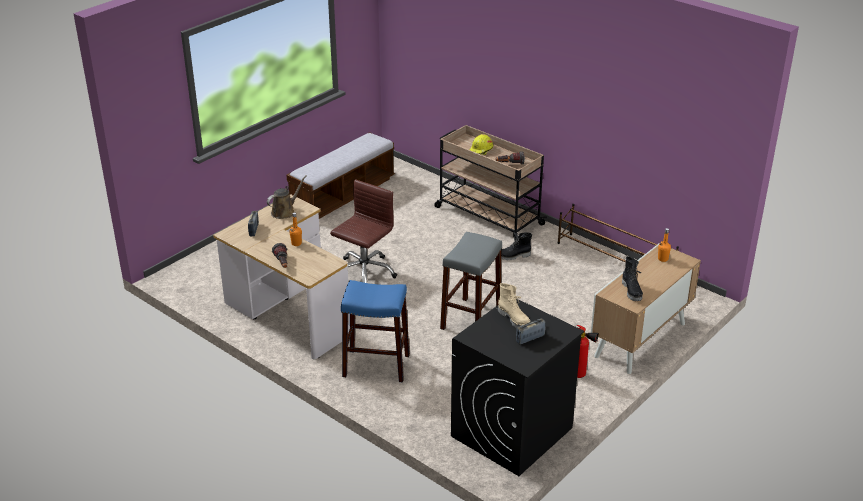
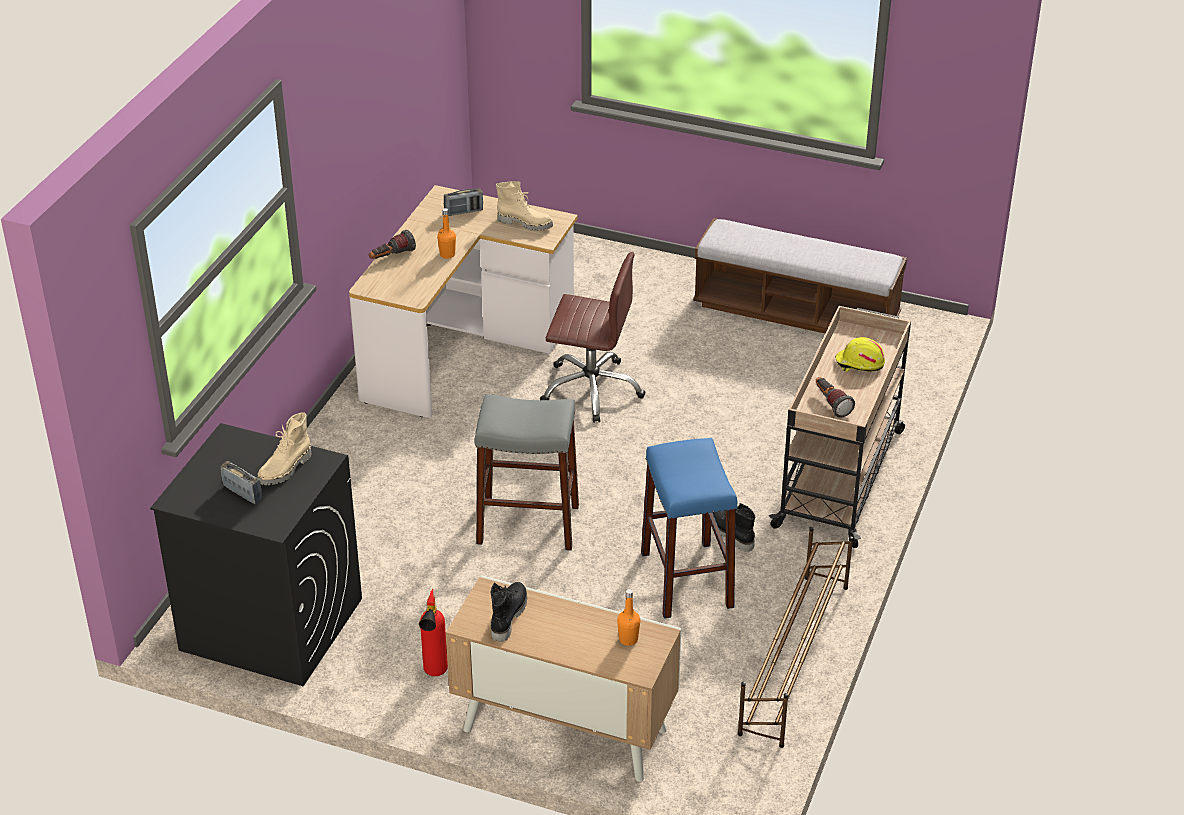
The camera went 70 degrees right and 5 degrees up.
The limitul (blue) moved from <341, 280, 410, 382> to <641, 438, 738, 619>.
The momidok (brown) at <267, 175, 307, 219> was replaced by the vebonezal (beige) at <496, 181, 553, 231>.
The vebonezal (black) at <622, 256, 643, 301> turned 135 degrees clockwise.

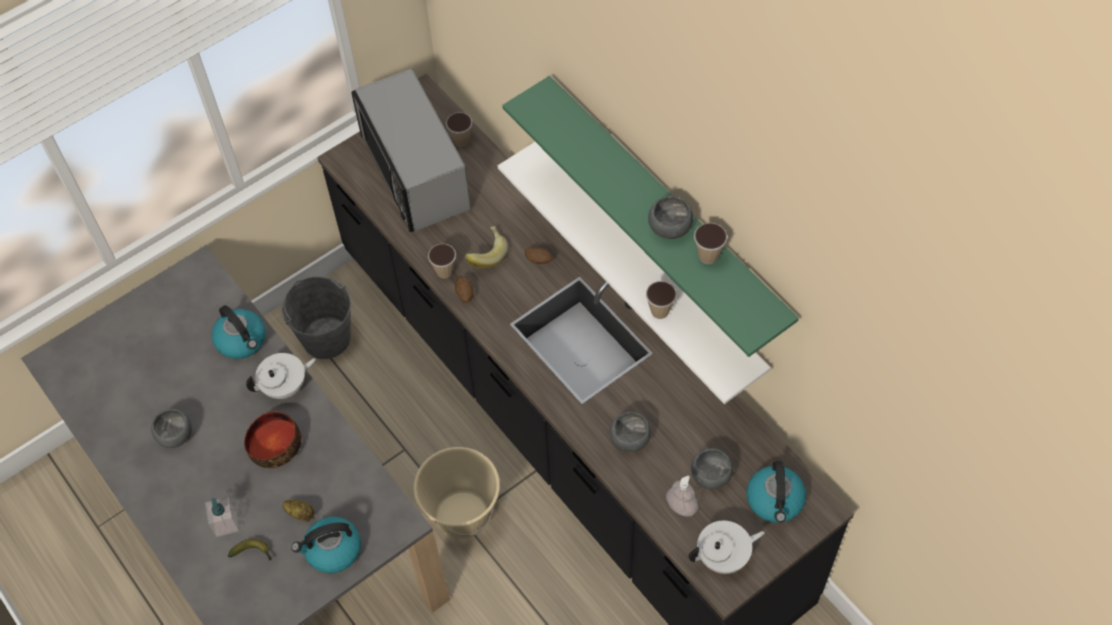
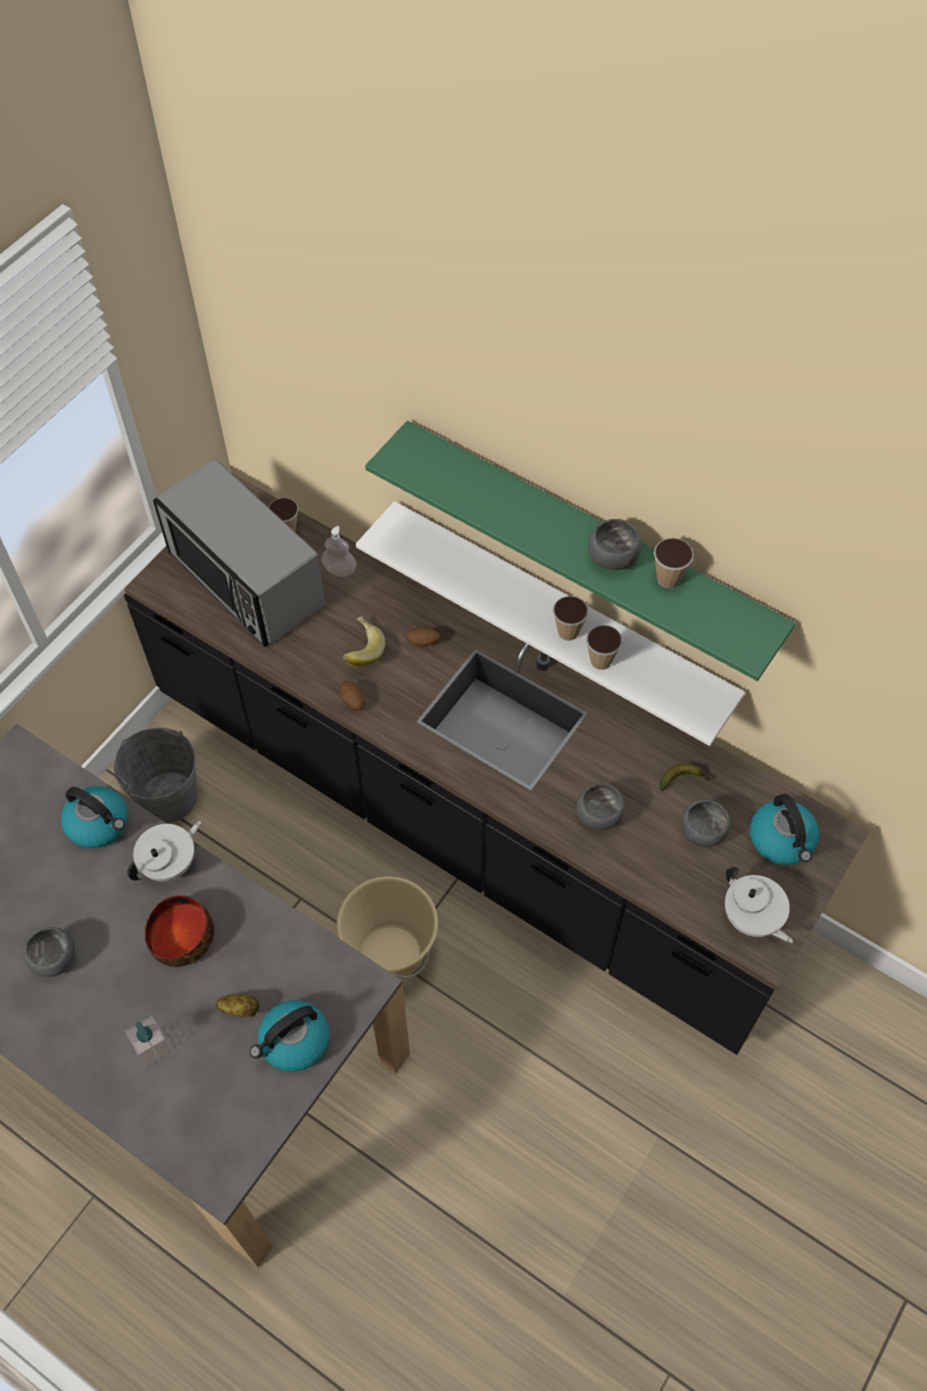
The camera went 20 degrees left and 0 degrees up.
The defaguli moved from <228, 539, 272, 560> to <660, 763, 710, 791>.
The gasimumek moved from <428, 243, 456, 279> to <553, 596, 589, 641>.
The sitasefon moved from <666, 476, 698, 517> to <321, 526, 357, 577>.
The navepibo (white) at <689, 521, 765, 574> turned 90 degrees clockwise.

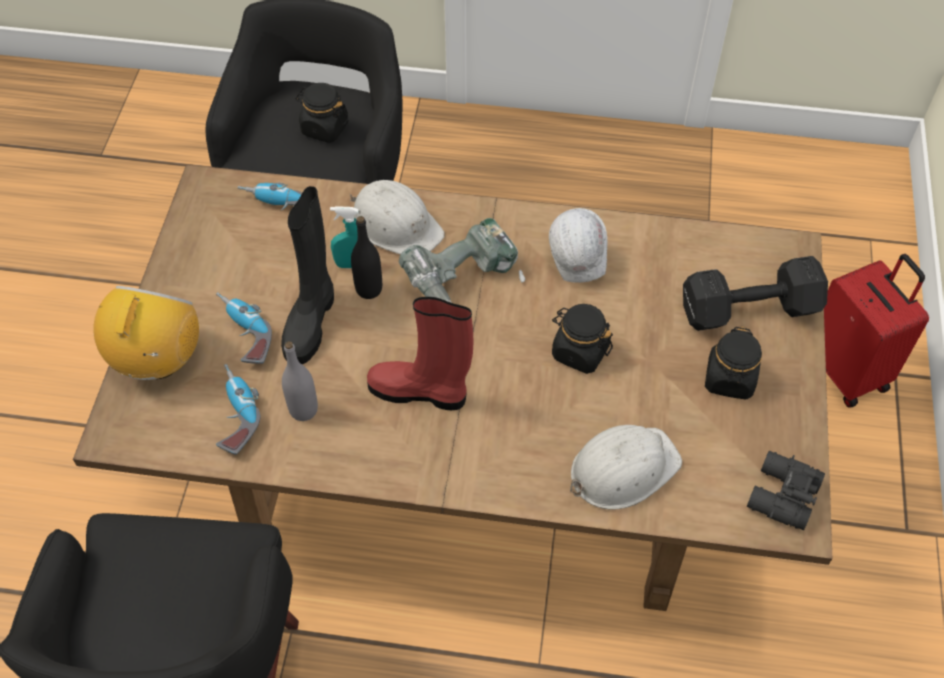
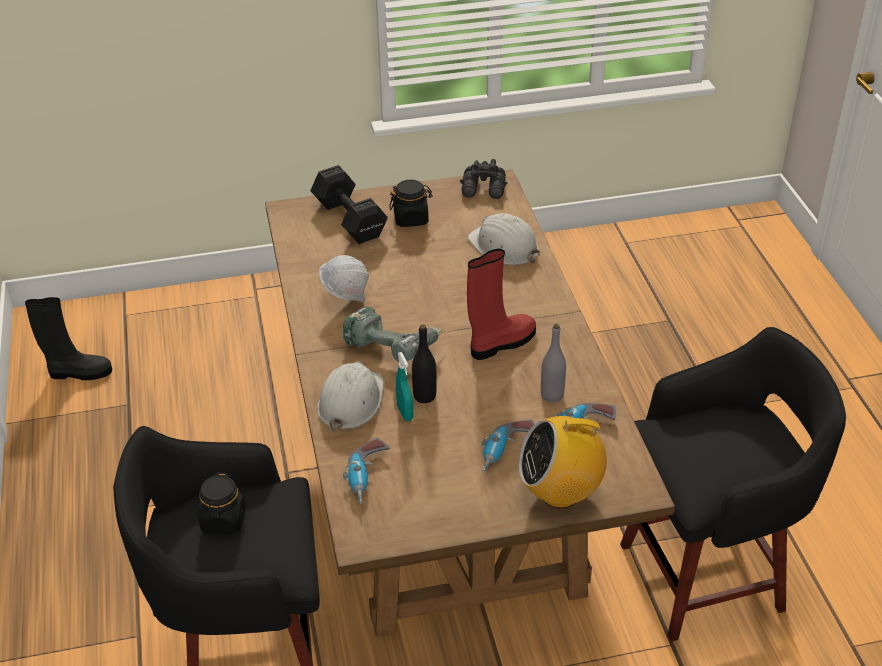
The camera went 110 degrees left and 15 degrees down.
The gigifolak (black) at <552, 304, 613, 374> disappeared.
The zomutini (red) at <824, 254, 929, 407> disappeared.
The vebonezal (black) moved from <281, 186, 334, 364> to <25, 297, 112, 380>.
The vebonezal (red) at <367, 297, 474, 410> turned 120 degrees counterclockwise.

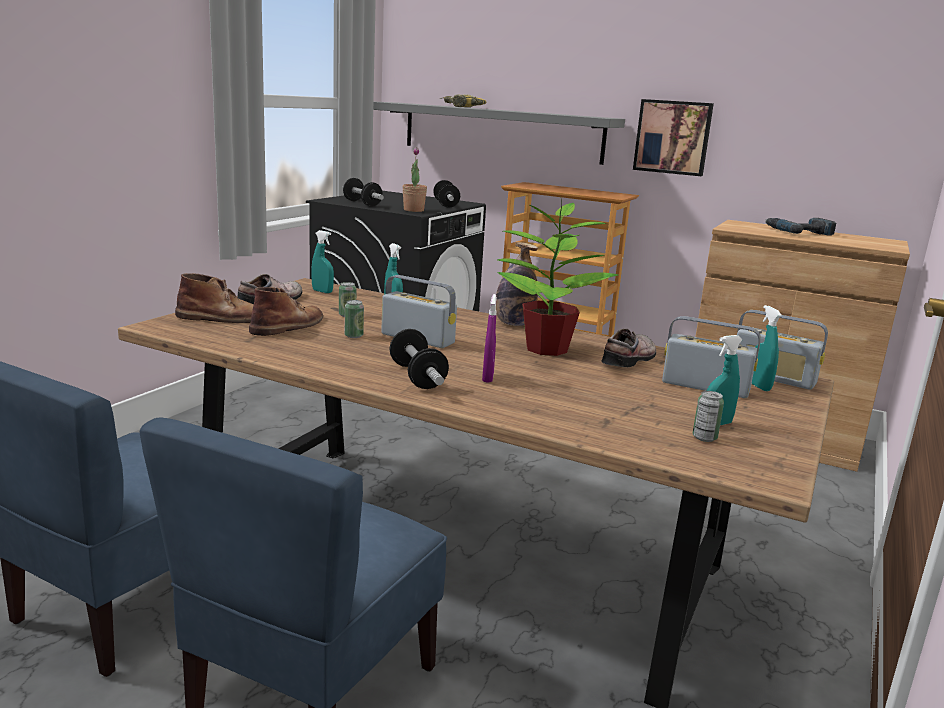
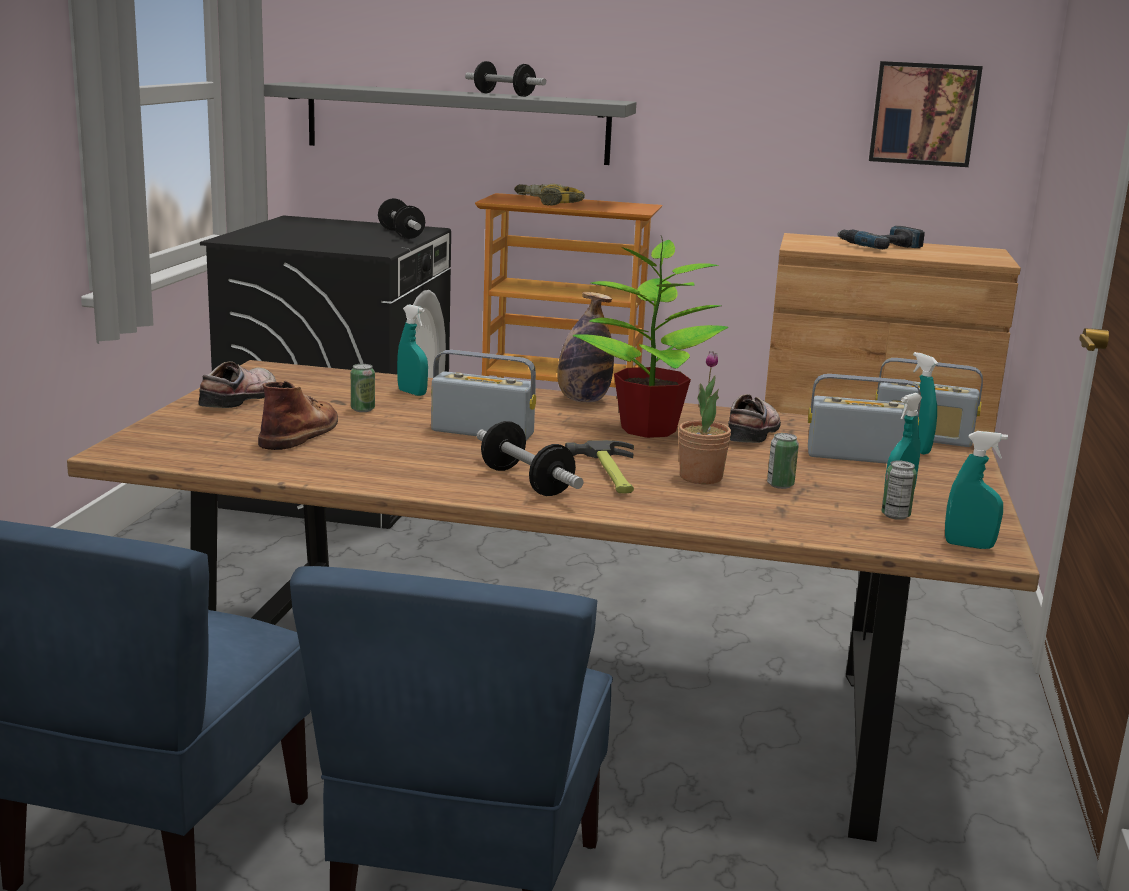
The camera went 15 degrees left and 0 degrees up.
The vebonezal (brown) at <175, 273, 254, 323> disappeared.
The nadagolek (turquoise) moved from <311, 230, 334, 293> to <945, 431, 1008, 549>.
The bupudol moved from <343, 178, 384, 207> to <465, 61, 546, 97>.
The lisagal moved from <345, 300, 364, 338> to <767, 433, 799, 489>.
The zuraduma moved from <403, 147, 427, 212> to <679, 351, 731, 484>.
The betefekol moved from <440, 95, 486, 107> to <514, 184, 585, 206>.
The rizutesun moved from <633, 99, 714, 176> to <869, 61, 983, 167>.
The nadagolek (purple) at <482, 294, 497, 383> was replaced by the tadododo at <565, 440, 634, 494>.

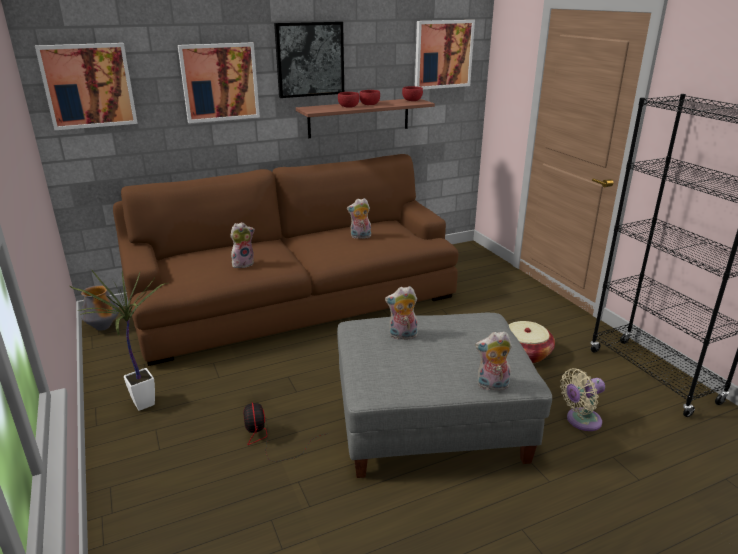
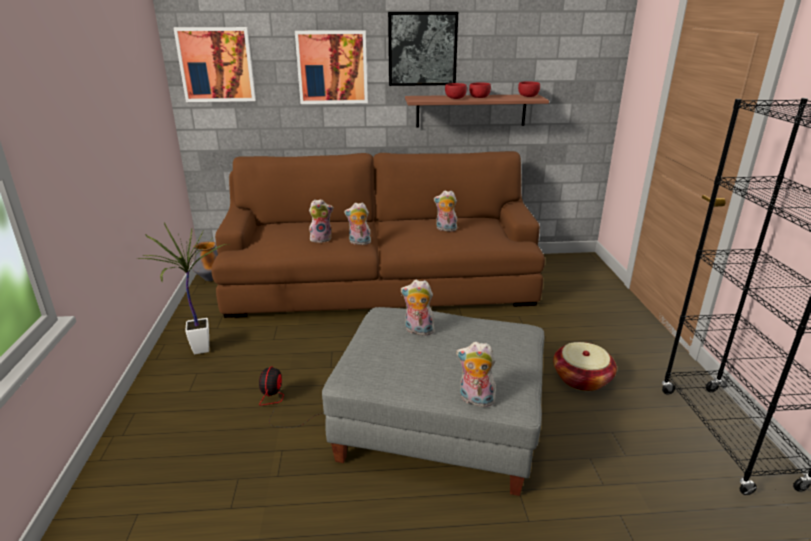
The camera went 20 degrees right and 0 degrees up.
The rizutesun at <415, 20, 475, 89> disappeared.
The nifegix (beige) at <560, 368, 605, 431> disappeared.
The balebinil at <344, 202, 371, 245> appeared.

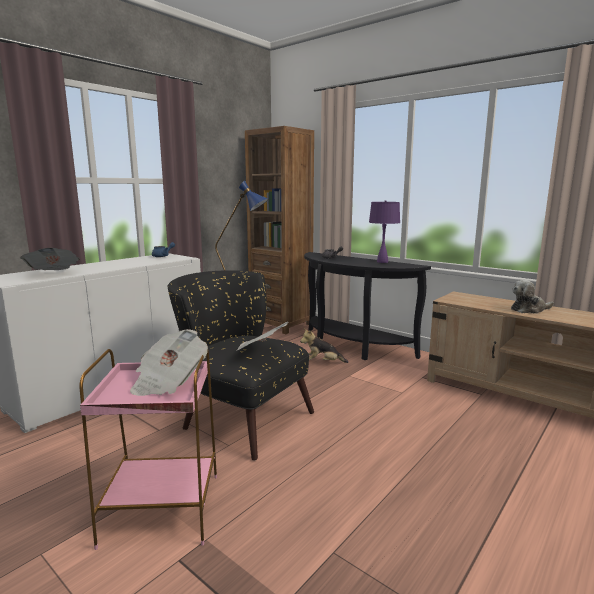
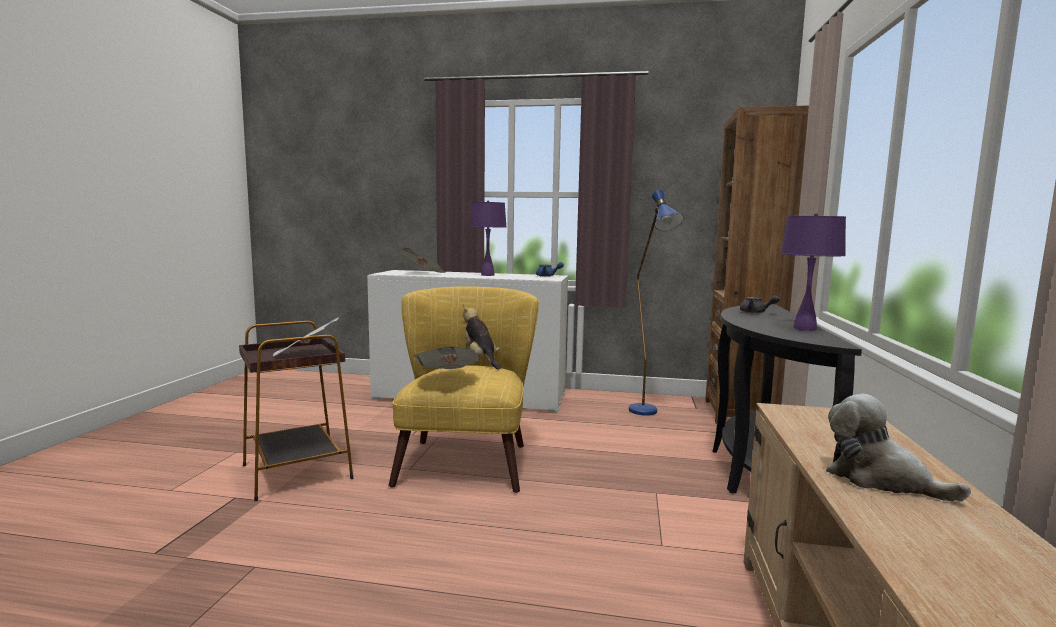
The camera went 60 degrees right and 5 degrees down.
The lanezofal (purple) at <469, 201, 507, 276> appeared.
The balebinil moved from <300, 328, 349, 363> to <463, 304, 500, 370>.
The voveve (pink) at <80, 349, 217, 550> became the voveve (brown) at <239, 321, 353, 501>.
The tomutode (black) at <167, 270, 314, 460> became the tomutode (yellow) at <388, 286, 539, 493>.

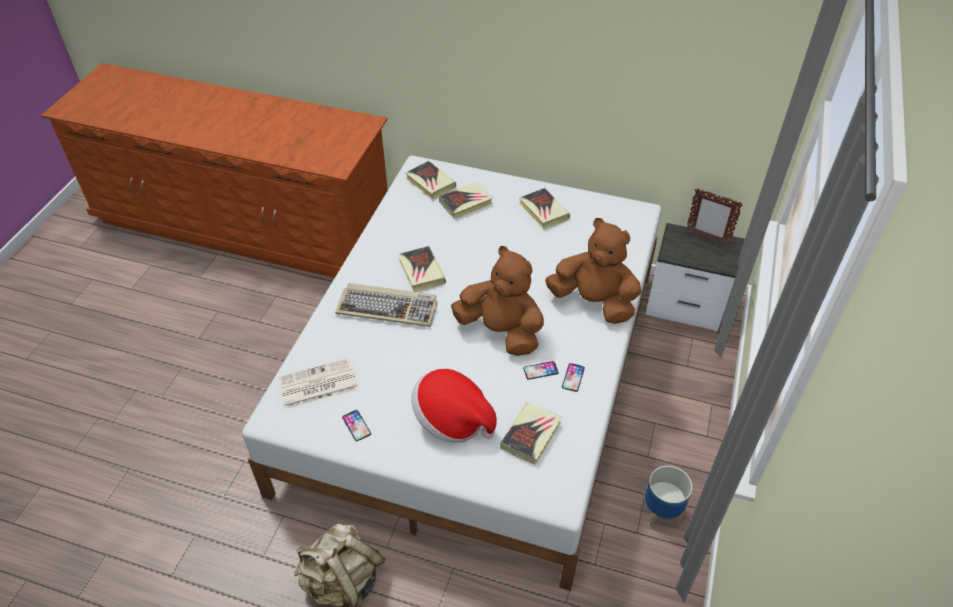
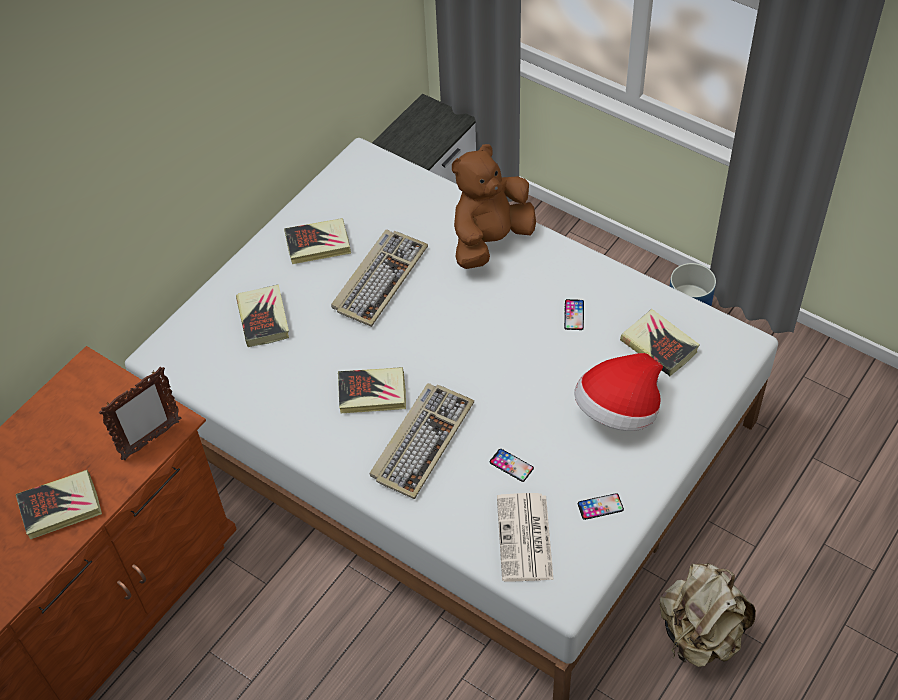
The camera went 70 degrees left and 5 degrees up.
The balebinil (brown) at <451, 246, 544, 356> disappeared.
The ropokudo at <331, 230, 428, 327> appeared.
The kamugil moved from <405, 161, 456, 200> to <16, 470, 102, 539>.
The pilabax moved from <562, 363, 585, 392> to <490, 449, 534, 482>.
The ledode moved from <686, 189, 743, 247> to <99, 367, 181, 460>.

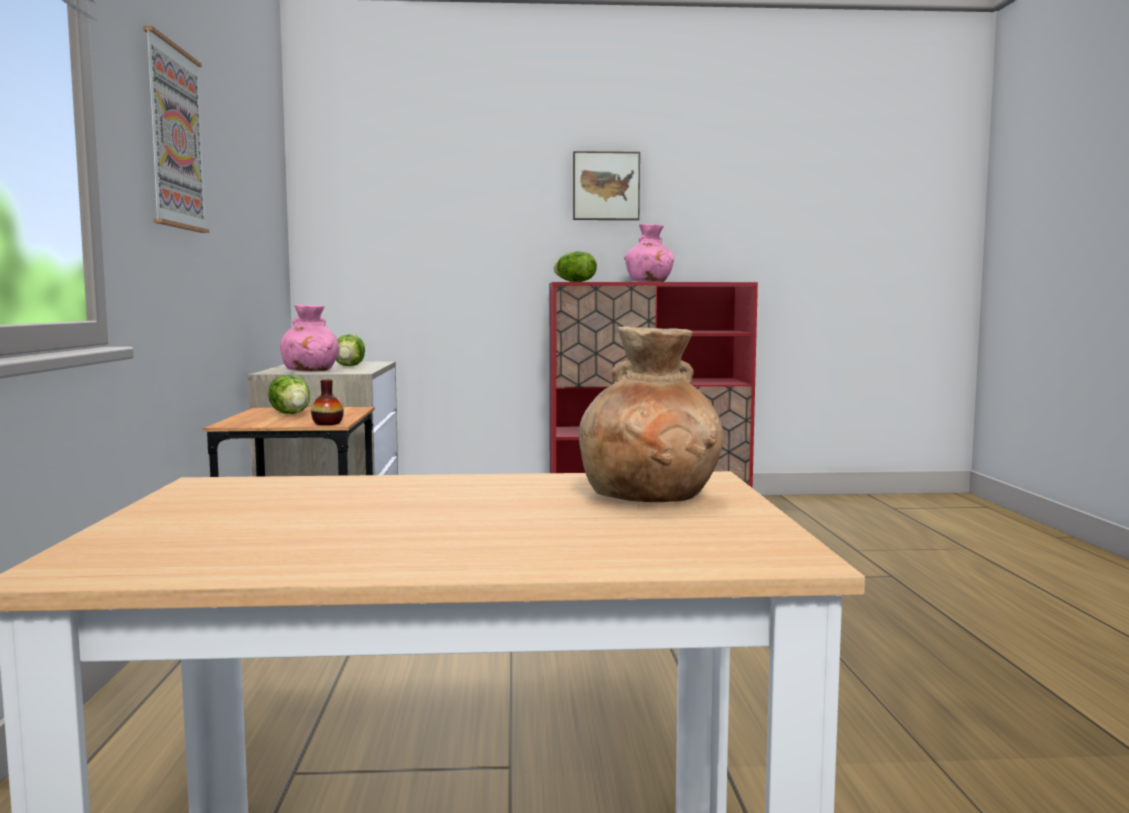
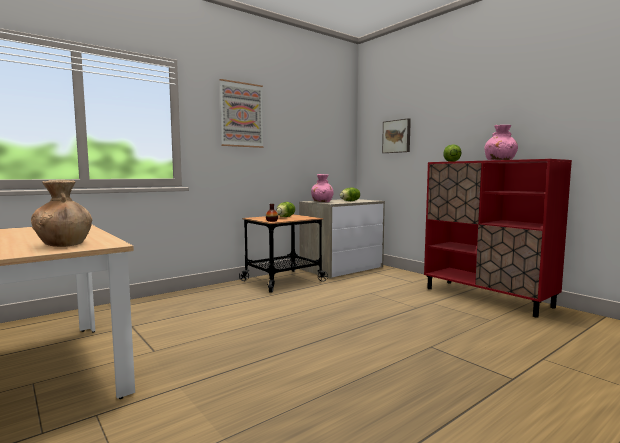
The camera went 55 degrees right and 0 degrees up.
The rizutesun moved from <573, 151, 640, 220> to <382, 118, 411, 153>.

